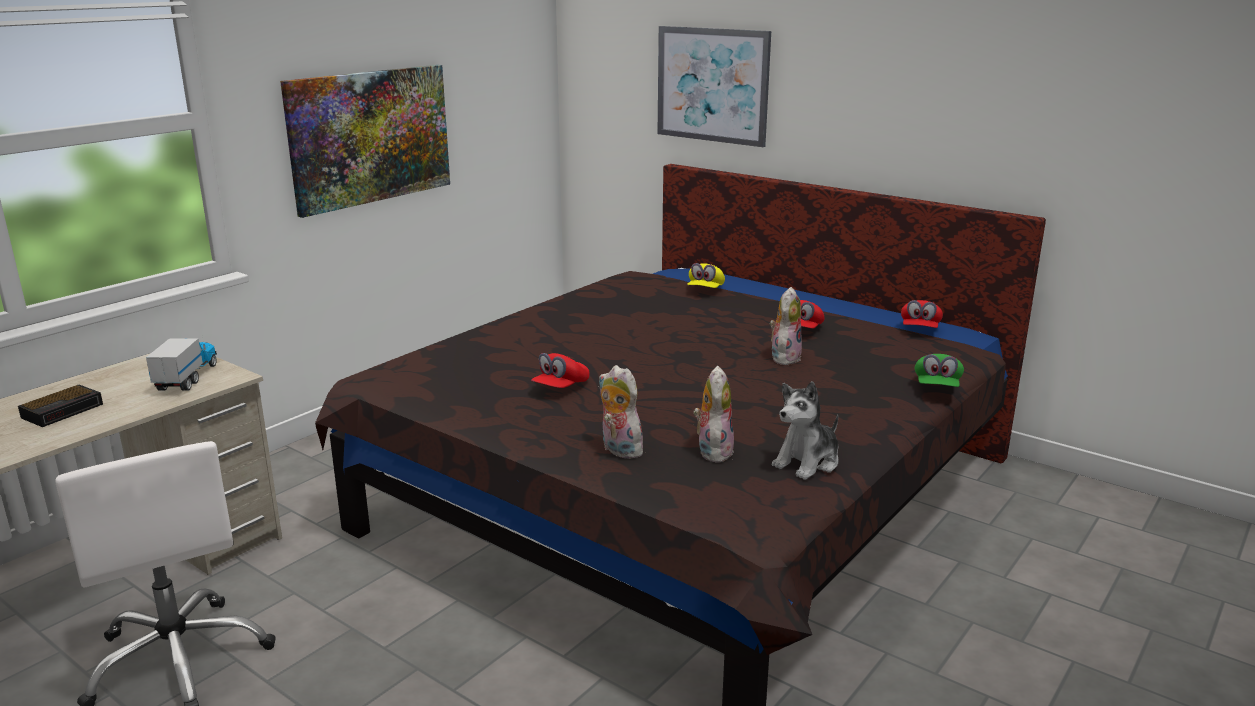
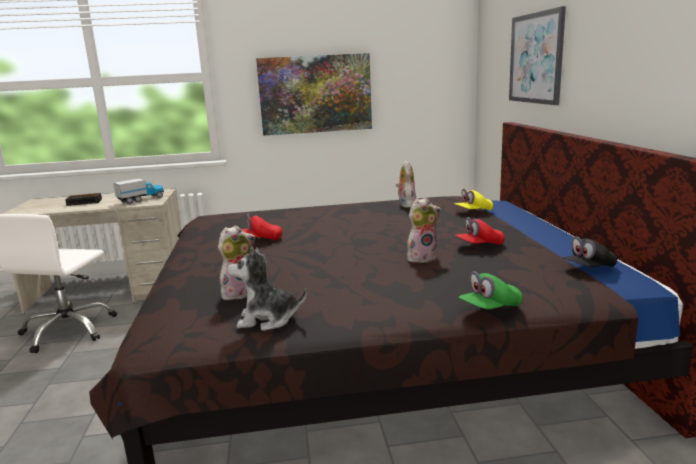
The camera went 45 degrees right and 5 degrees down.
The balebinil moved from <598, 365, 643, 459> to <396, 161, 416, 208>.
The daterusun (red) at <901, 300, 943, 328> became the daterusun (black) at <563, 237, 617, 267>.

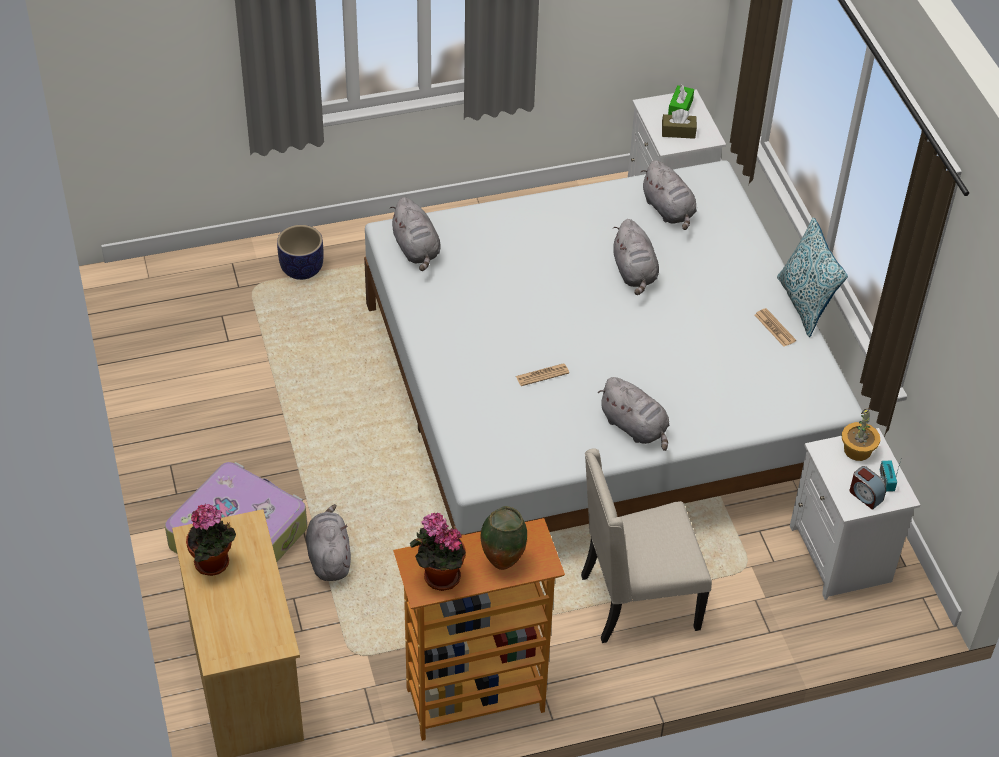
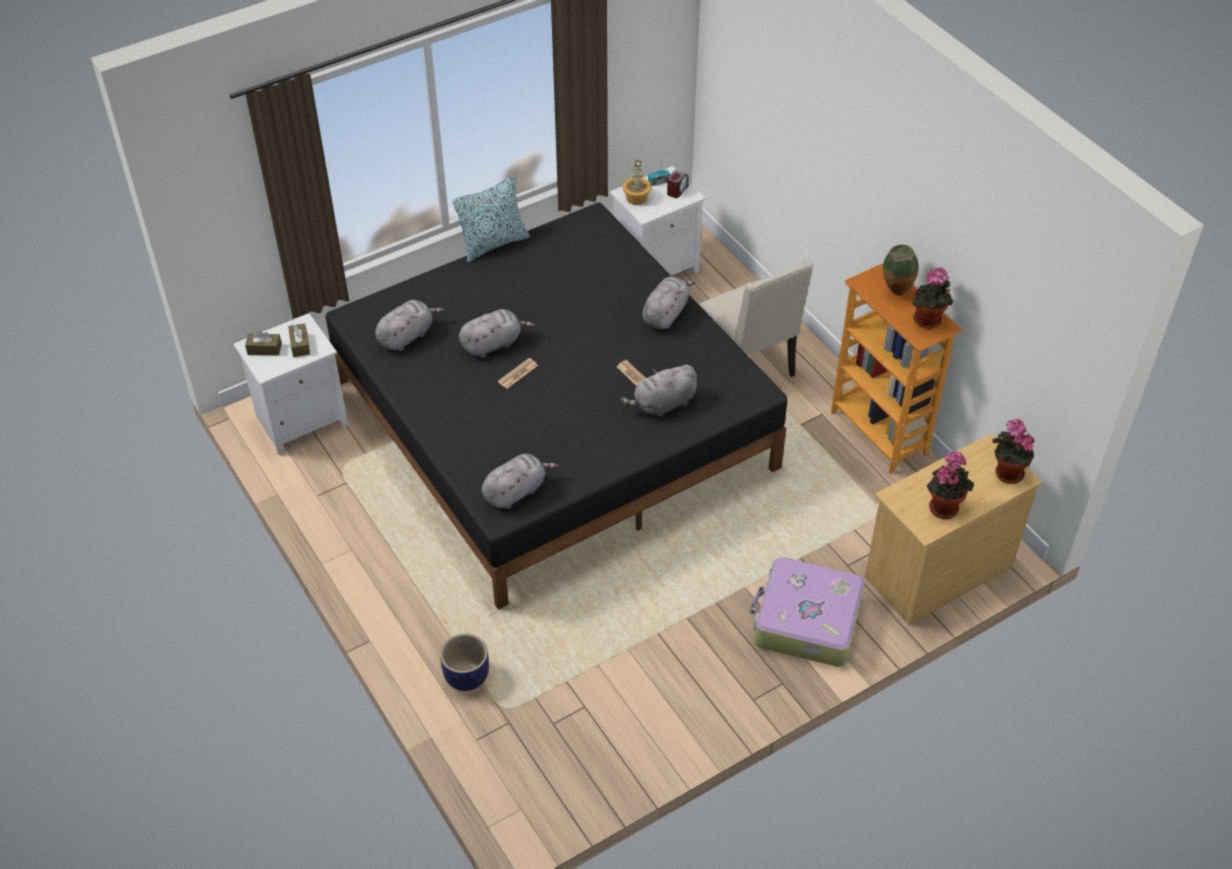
The camera went 105 degrees left and 0 degrees up.
The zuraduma at <992, 419, 1035, 484> appeared.
The balebinil (grey) moved from <306, 504, 351, 581> to <620, 365, 697, 417>.
The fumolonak moved from <755, 308, 796, 347> to <498, 358, 538, 389>.
The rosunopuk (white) at <364, 160, 864, 536> became the rosunopuk (black) at <325, 203, 788, 610>.
The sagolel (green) at <668, 84, 694, 115> became the sagolel (brown) at <245, 331, 282, 356>.

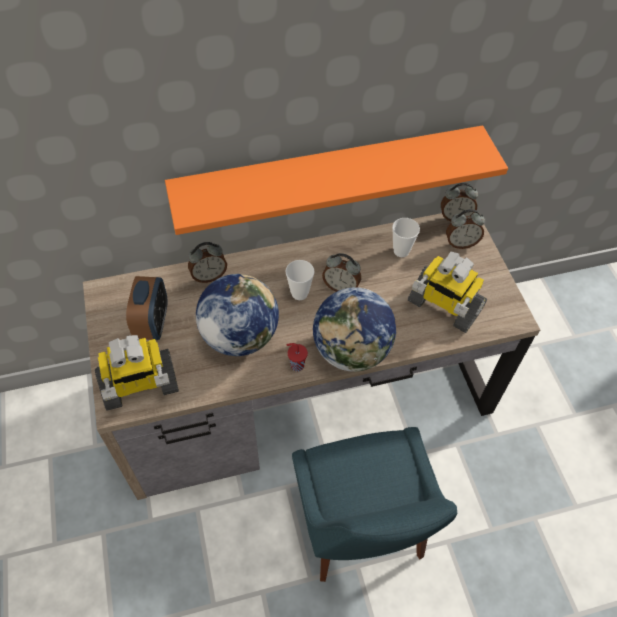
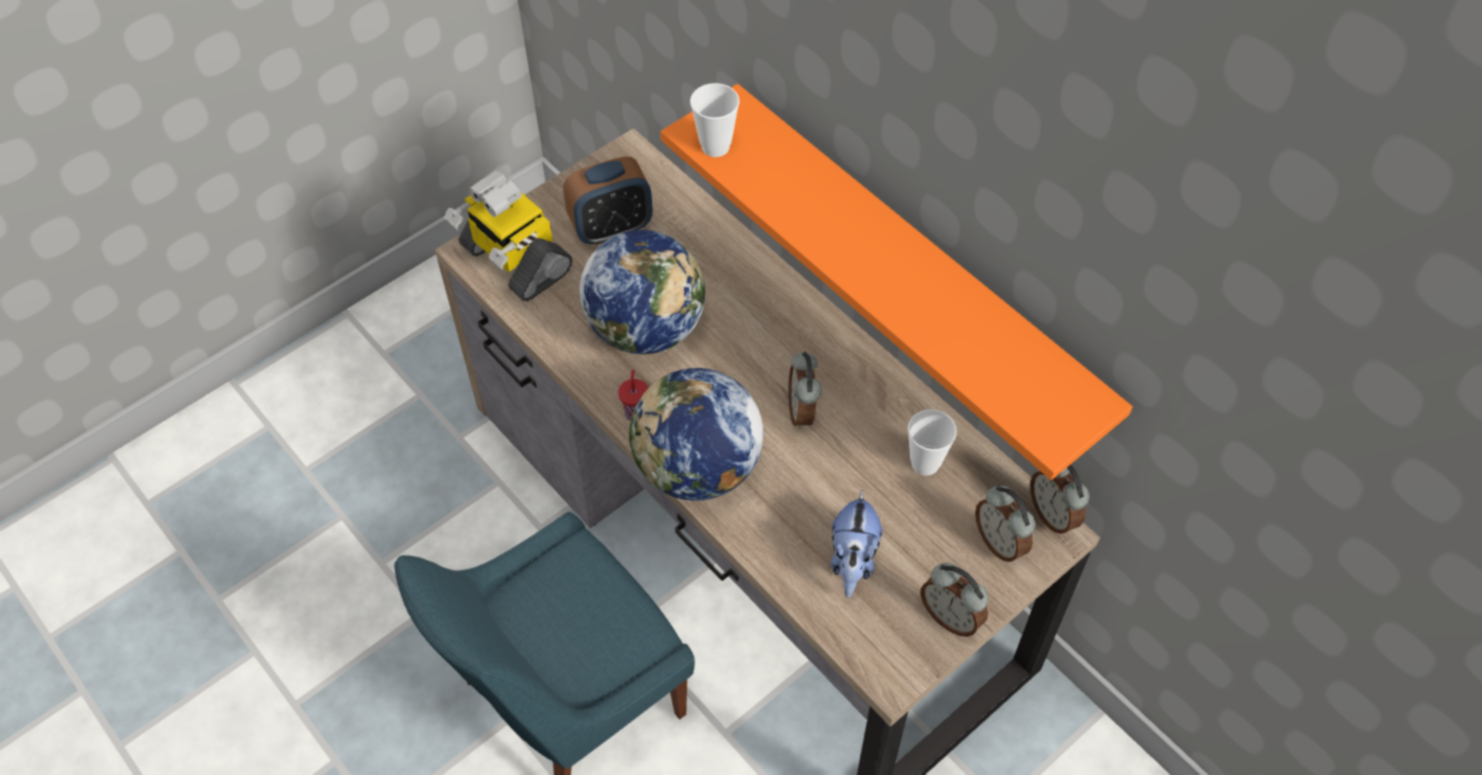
The camera went 65 degrees right and 0 degrees up.
The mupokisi moved from <188, 242, 227, 283> to <921, 563, 989, 637>.
The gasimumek moved from <285, 260, 315, 300> to <690, 83, 740, 157>.
The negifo at <408, 252, 487, 333> was replaced by the balebinil at <831, 489, 883, 598>.

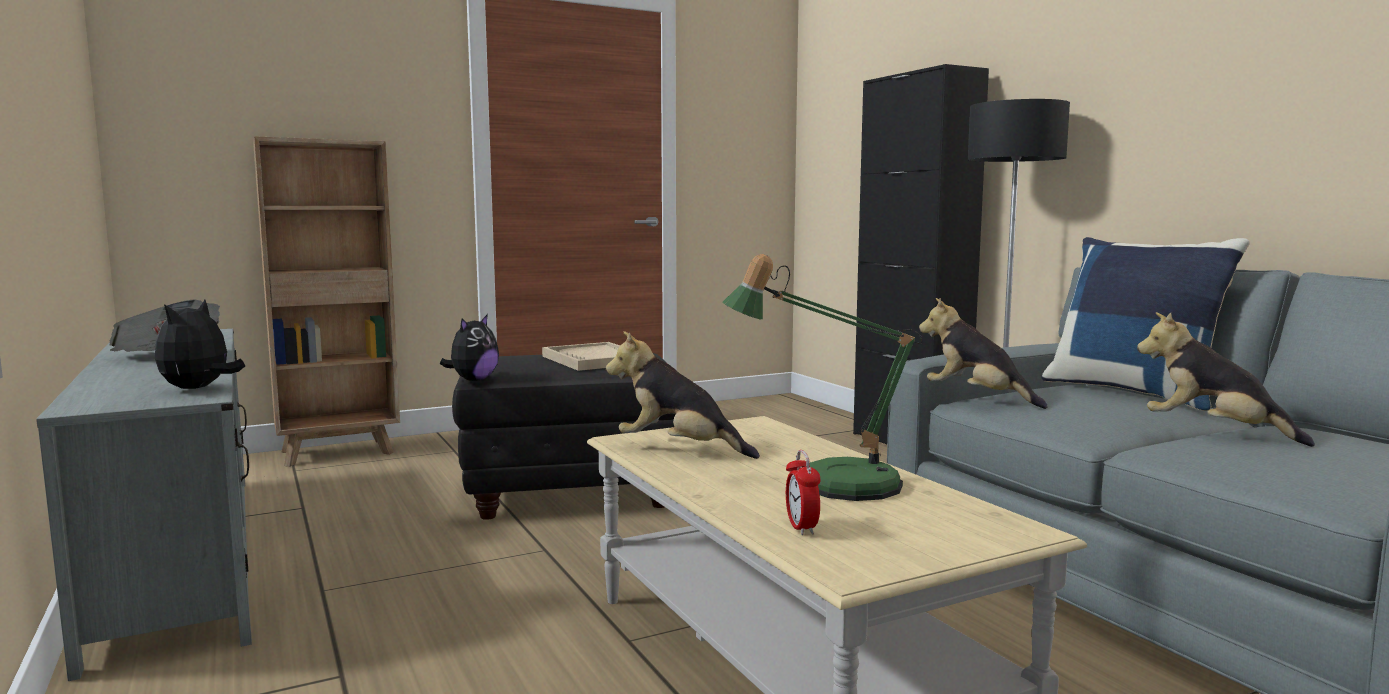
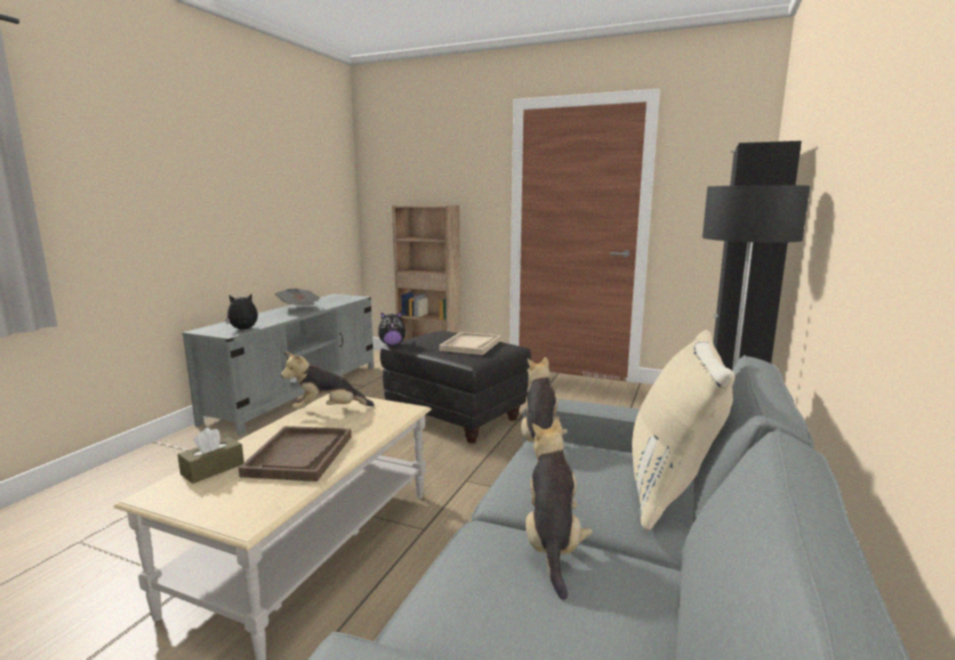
The camera went 50 degrees right and 5 degrees up.
The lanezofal at <722, 254, 922, 501> was replaced by the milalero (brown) at <238, 426, 351, 482>.
The mupokisi at <786, 450, 821, 535> was replaced by the sagolel (brown) at <178, 427, 244, 484>.
The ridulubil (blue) at <1042, 237, 1250, 411> became the ridulubil (beige) at <632, 330, 735, 531>.
The balebinil at <606, 331, 760, 459> turned 90 degrees counterclockwise.

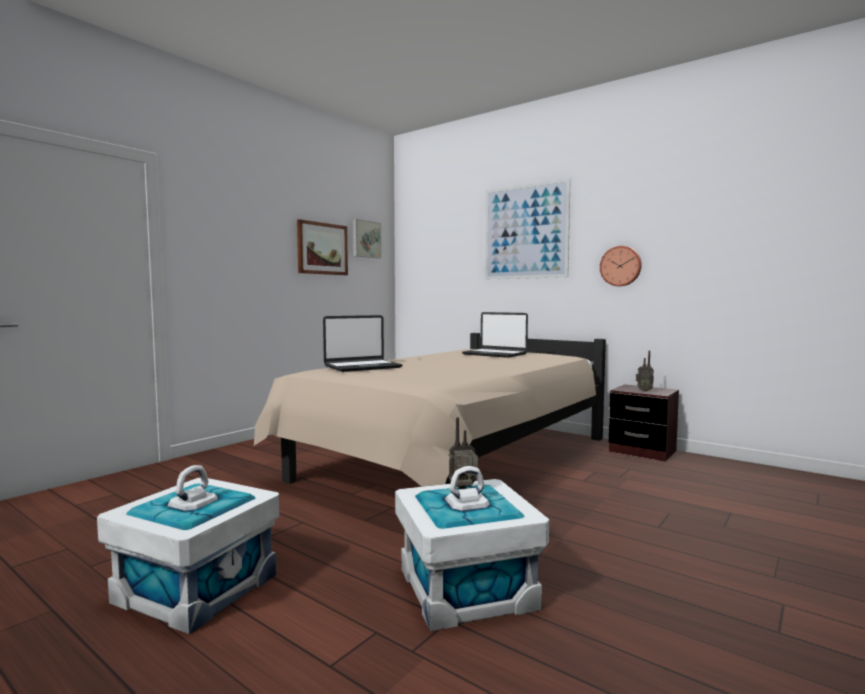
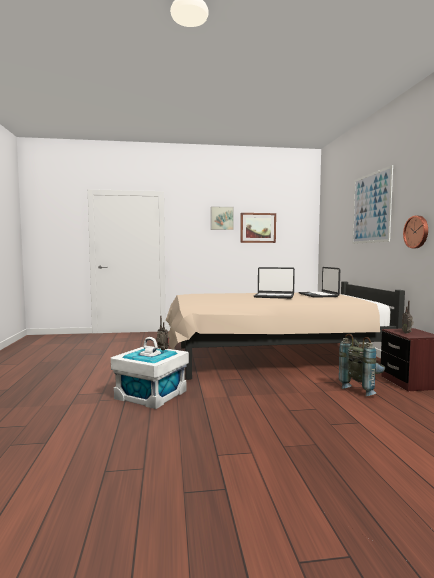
The camera went 45 degrees right and 0 degrees up.
The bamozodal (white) at <97, 465, 279, 634> disappeared.
The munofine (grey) at <339, 334, 385, 396> appeared.
The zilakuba moved from <323, 315, 402, 372> to <254, 267, 295, 299>.
The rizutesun moved from <353, 219, 381, 258> to <211, 206, 234, 230>.

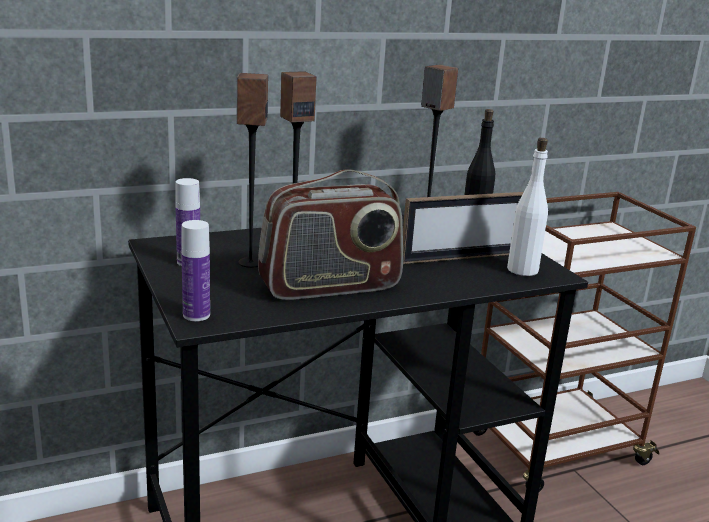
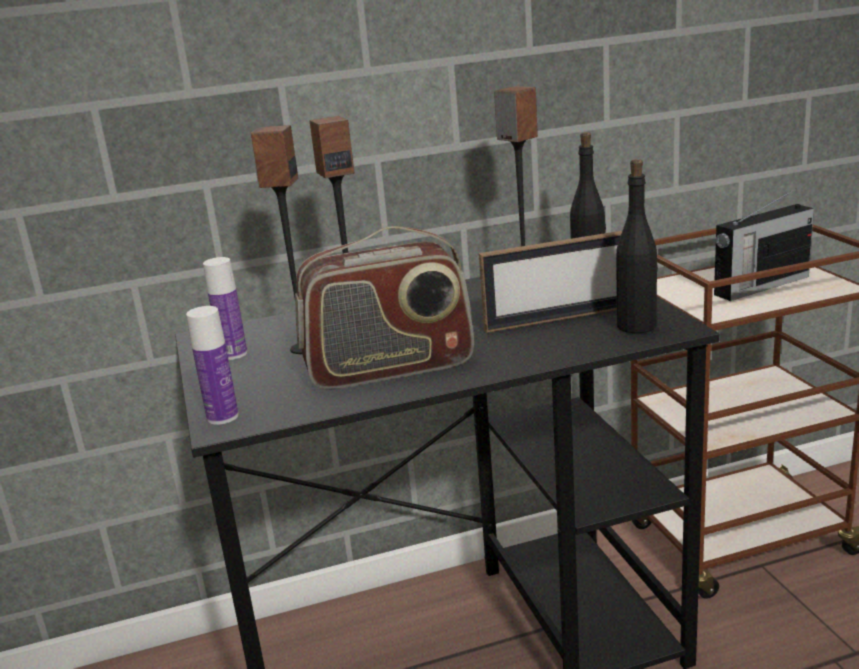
The camera went 10 degrees right and 0 degrees up.
The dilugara at <714, 188, 814, 301> appeared.
The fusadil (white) at <507, 138, 548, 276> became the fusadil (black) at <616, 159, 658, 333>.

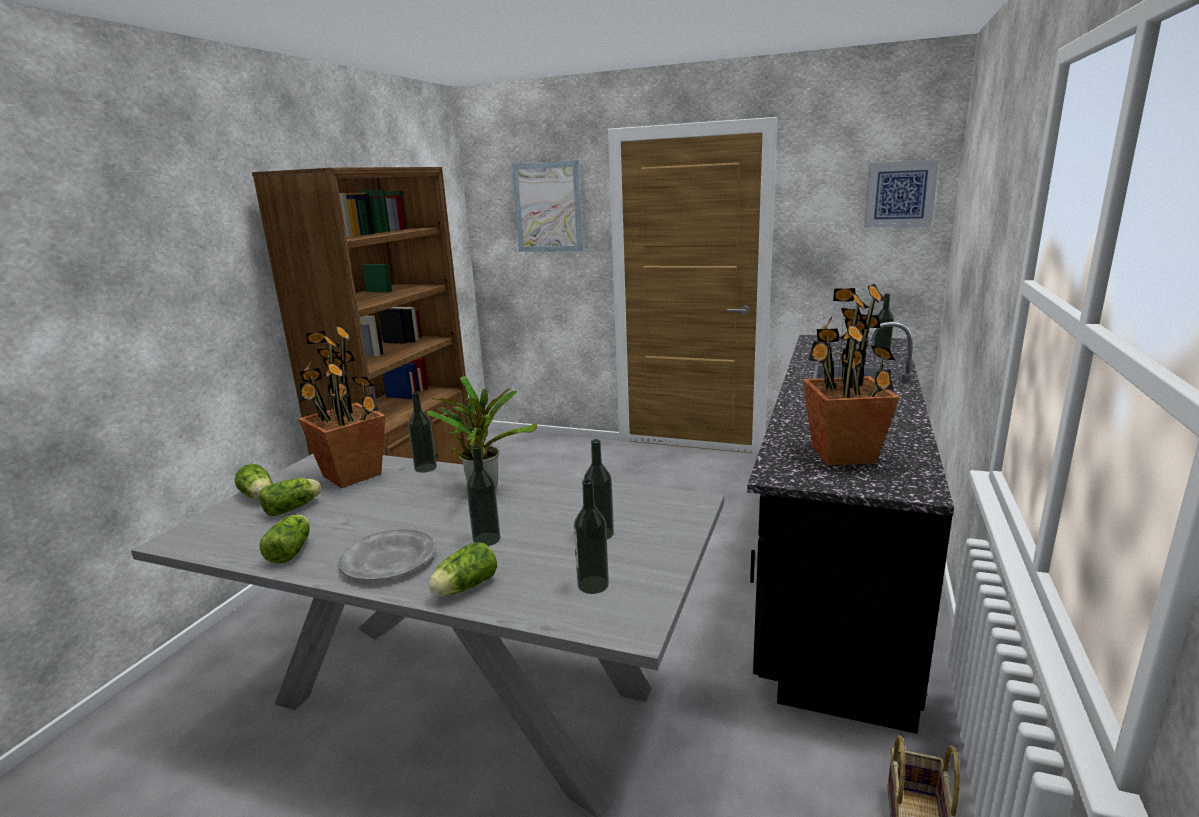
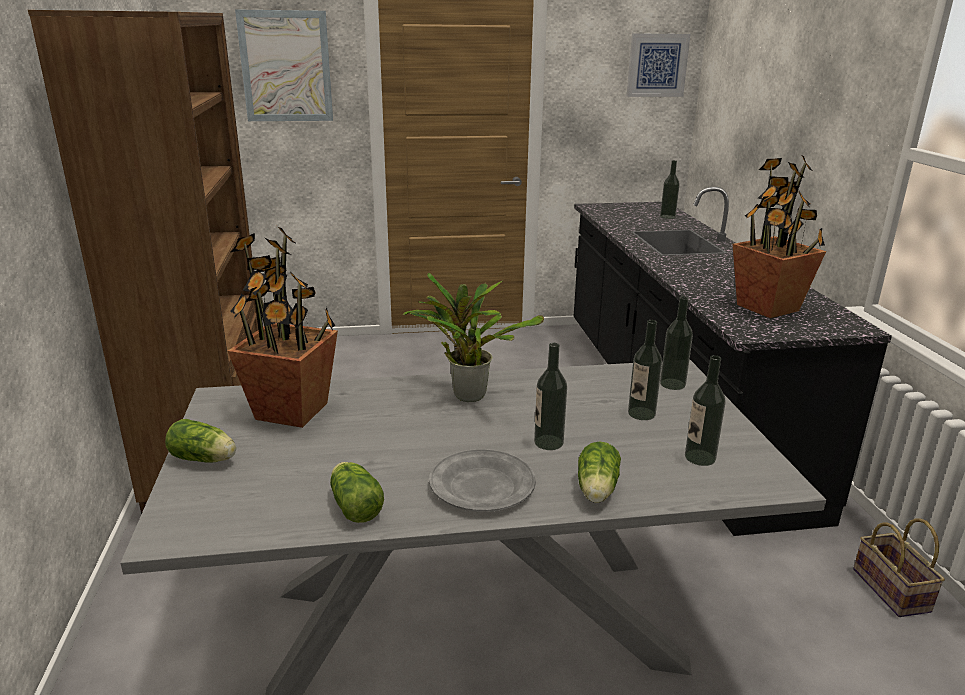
The camera went 30 degrees left and 5 degrees up.
The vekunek at <260, 478, 321, 516> disappeared.
The fusadil moved from <408, 391, 437, 473> to <660, 296, 693, 390>.

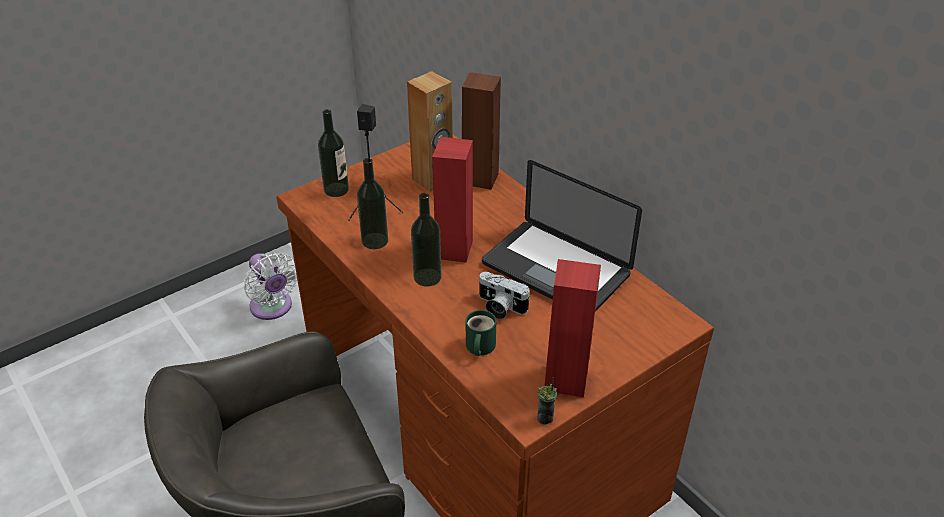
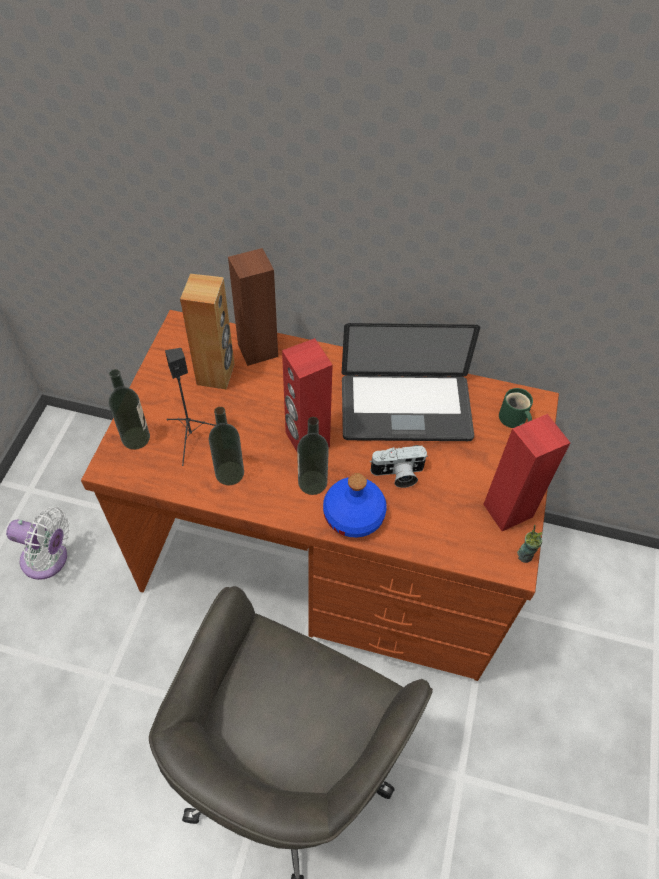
The camera went 40 degrees left and 15 degrees up.
The fusadil (blue) at <323, 473, 387, 537> appeared.
The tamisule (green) moved from <466, 310, 496, 356> to <499, 388, 533, 428>.

